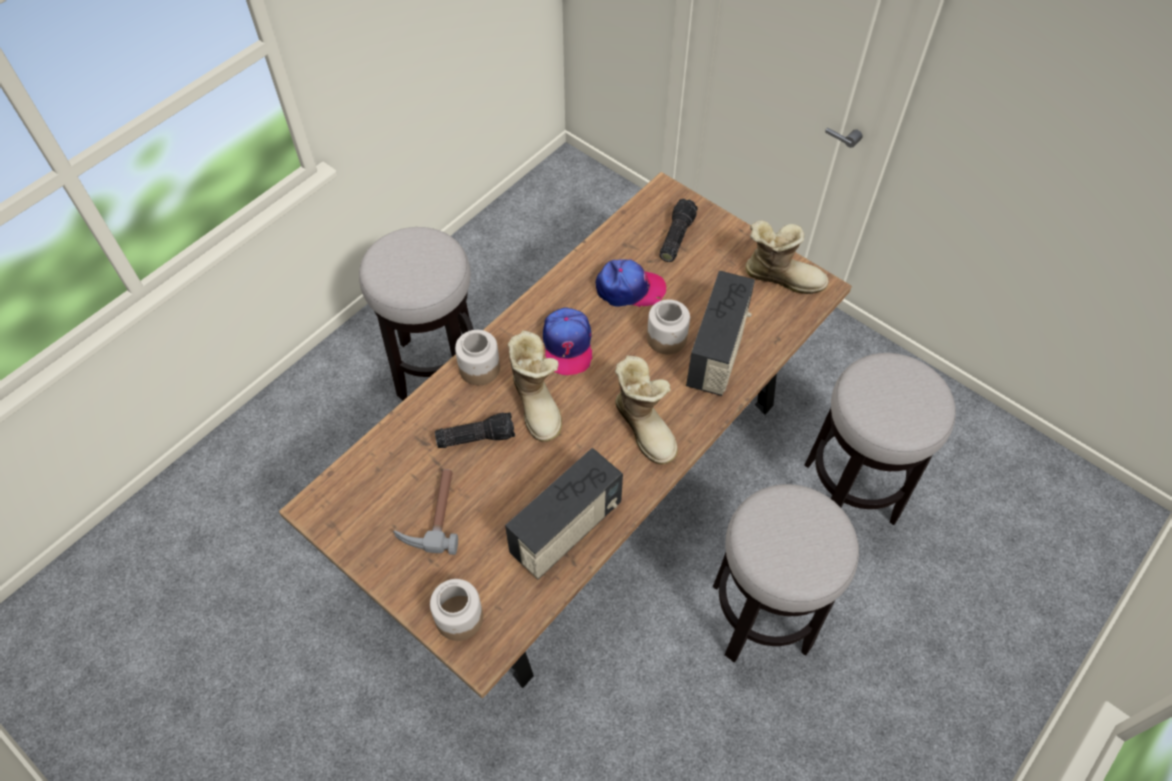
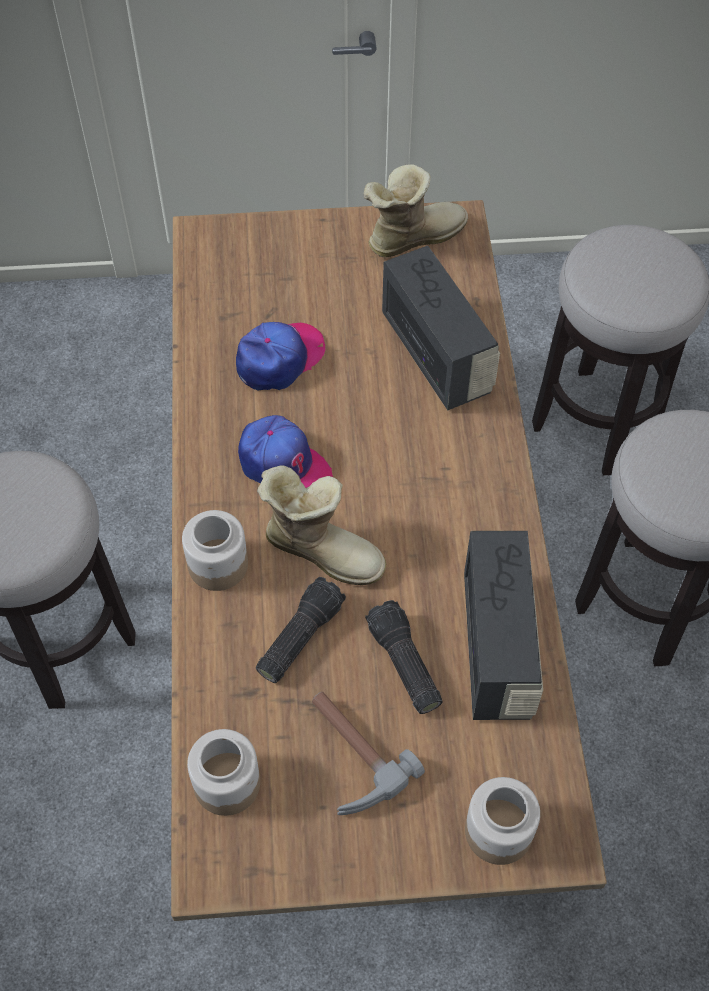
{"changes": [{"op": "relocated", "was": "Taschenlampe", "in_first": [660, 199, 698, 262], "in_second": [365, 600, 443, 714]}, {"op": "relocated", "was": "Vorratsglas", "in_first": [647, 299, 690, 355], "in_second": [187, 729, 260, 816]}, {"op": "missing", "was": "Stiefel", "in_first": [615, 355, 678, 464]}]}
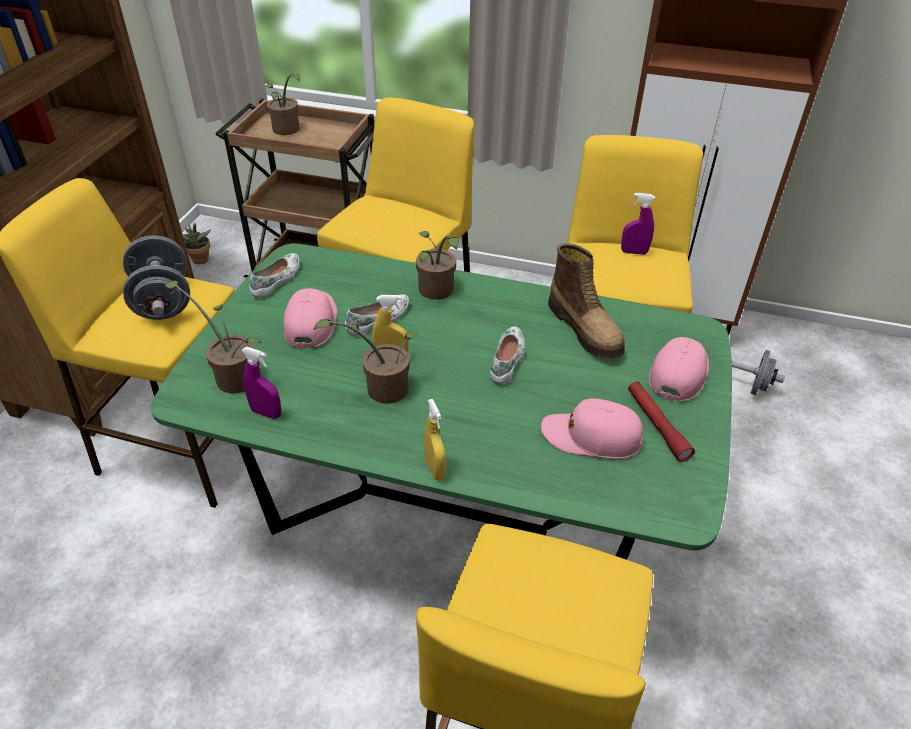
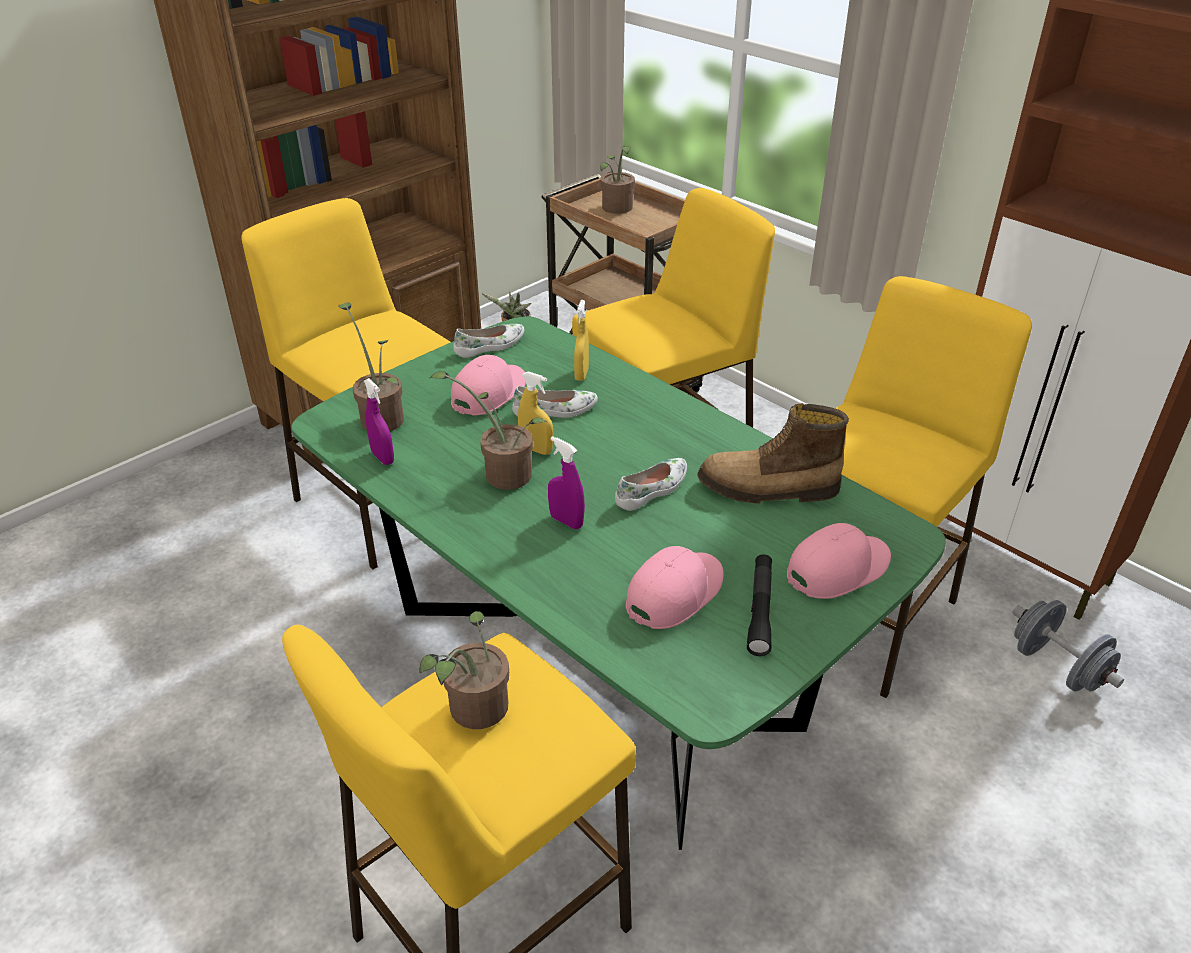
{"changes": [{"op": "relocated", "was": "Sprühflasche/lila", "in_first": [621, 193, 655, 255], "in_second": [548, 436, 585, 529]}, {"op": "relocated", "was": "Topfpflanze", "in_first": [416, 231, 459, 300], "in_second": [420, 611, 509, 729]}, {"op": "missing", "was": "Hantel/grau", "in_first": [123, 236, 190, 320]}, {"op": "spun", "was": "Stiefel", "in_first": [548, 243, 625, 359], "in_second": [698, 403, 849, 504], "clockwise": 90}, {"op": "colour", "was": "Taschenlampe/rot", "now": "Taschenlampe/schwarz", "in_first": [628, 381, 695, 462], "in_second": [747, 554, 772, 656]}, {"op": "spun", "was": "Kappe/rosa", "in_first": [541, 398, 643, 459], "in_second": [626, 546, 724, 629], "clockwise": 90}, {"op": "relocated", "was": "Sprühflasche/gelb", "in_first": [424, 399, 446, 481], "in_second": [574, 300, 589, 381]}]}
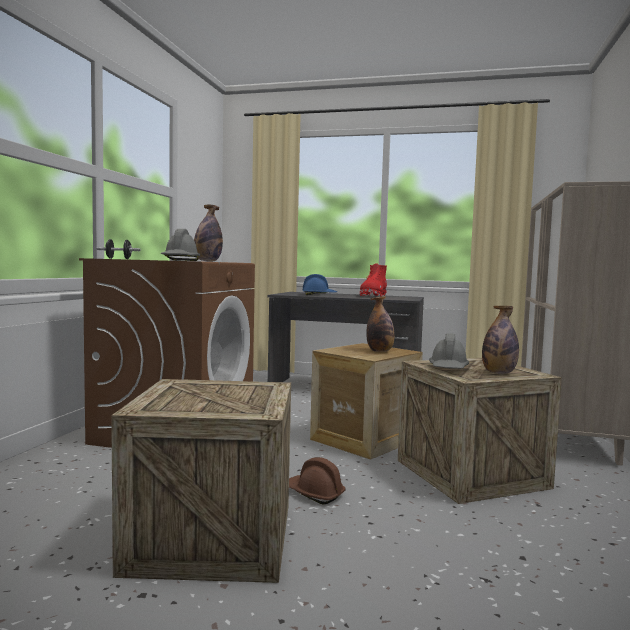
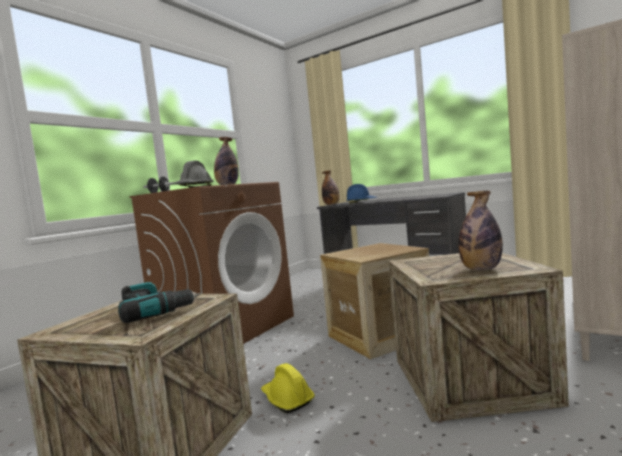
{"changes": [{"op": "missing", "was": "Stiefel/rot", "in_first": [360, 263, 387, 297]}, {"op": "relocated", "was": "Flasche", "in_first": [366, 296, 395, 352], "in_second": [322, 170, 339, 205]}, {"op": "missing", "was": "Schutzhelm/grau", "in_first": [429, 333, 469, 369]}, {"op": "colour", "was": "Schutzhelm/braun", "now": "Schutzhelm/gelb", "in_first": [289, 457, 346, 505], "in_second": [261, 363, 315, 413]}, {"op": "appeared", "now": "Bohrmaschine", "in_second": [118, 282, 200, 323]}]}
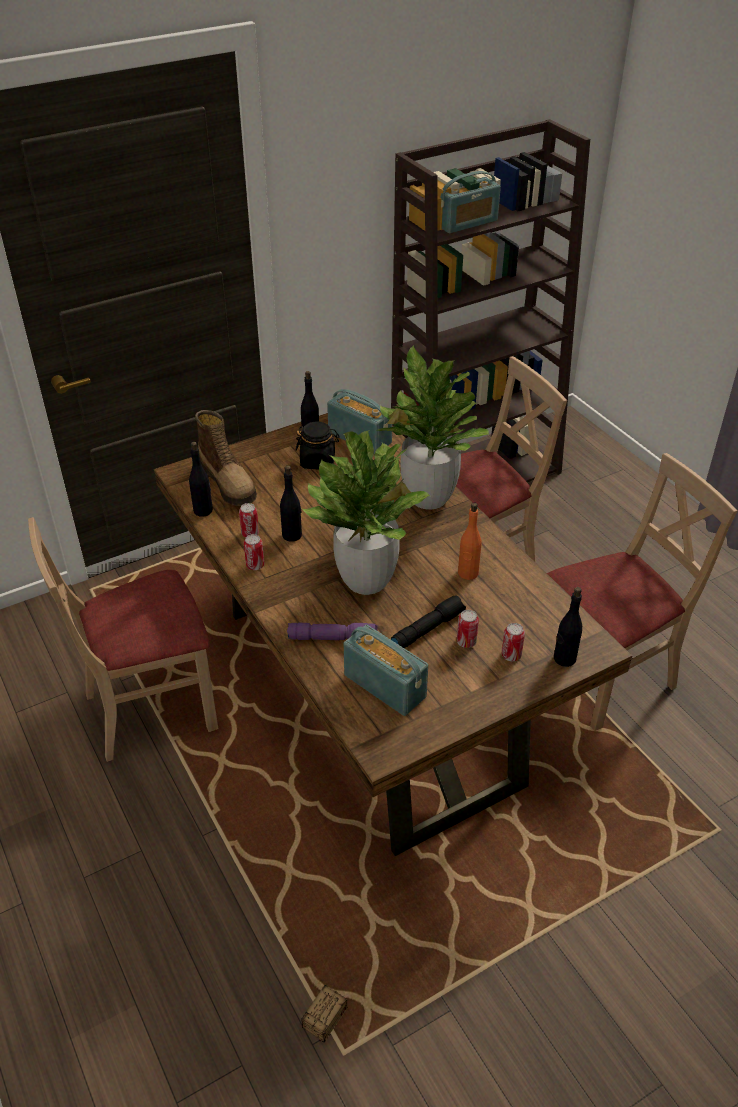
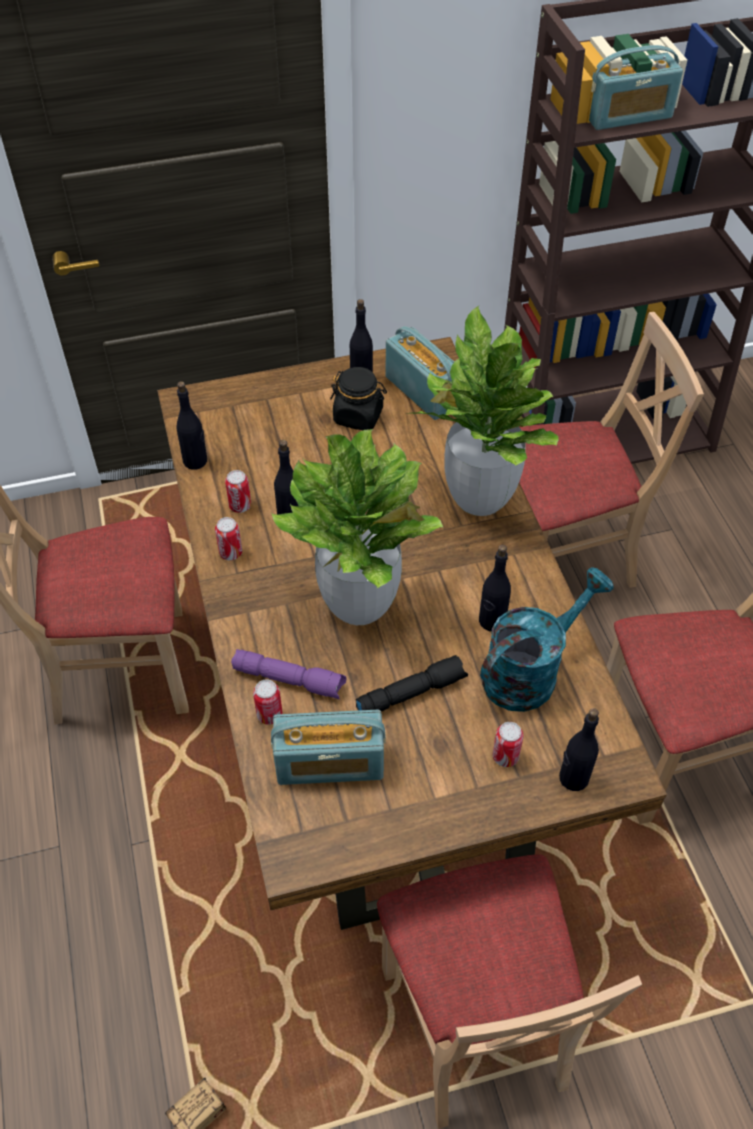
{"changes": [{"op": "missing", "was": "Stiefel", "in_first": [195, 410, 257, 506]}, {"op": "colour", "was": "Flasche/orange", "now": "Flasche/schwarz", "in_first": [458, 502, 482, 580], "in_second": [479, 545, 511, 631]}, {"op": "relocated", "was": "Dose", "in_first": [457, 610, 479, 648], "in_second": [253, 679, 282, 725]}, {"op": "spun", "was": "Radio", "in_first": [344, 625, 428, 716], "in_second": [271, 710, 386, 785], "clockwise": 120}, {"op": "appeared", "now": "Gießkanne/türkis", "in_second": [480, 567, 614, 712]}, {"op": "appeared", "now": "Stuhl/beige", "in_second": [377, 854, 642, 1129]}]}
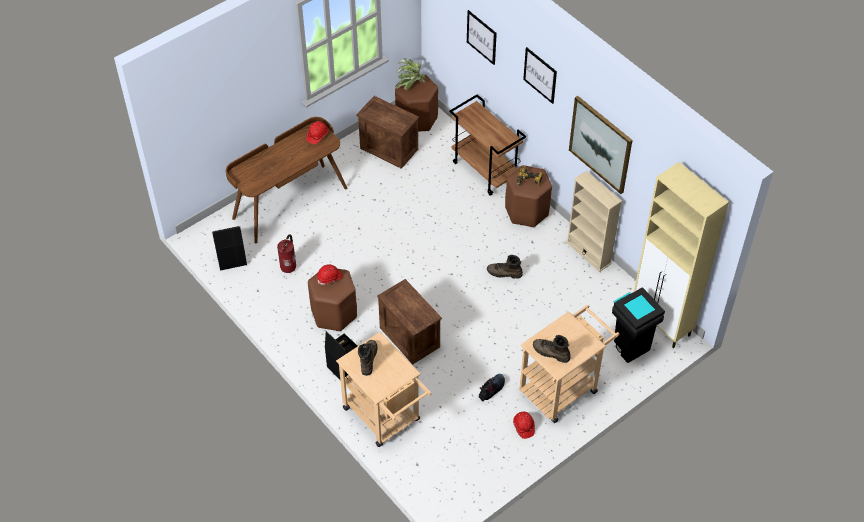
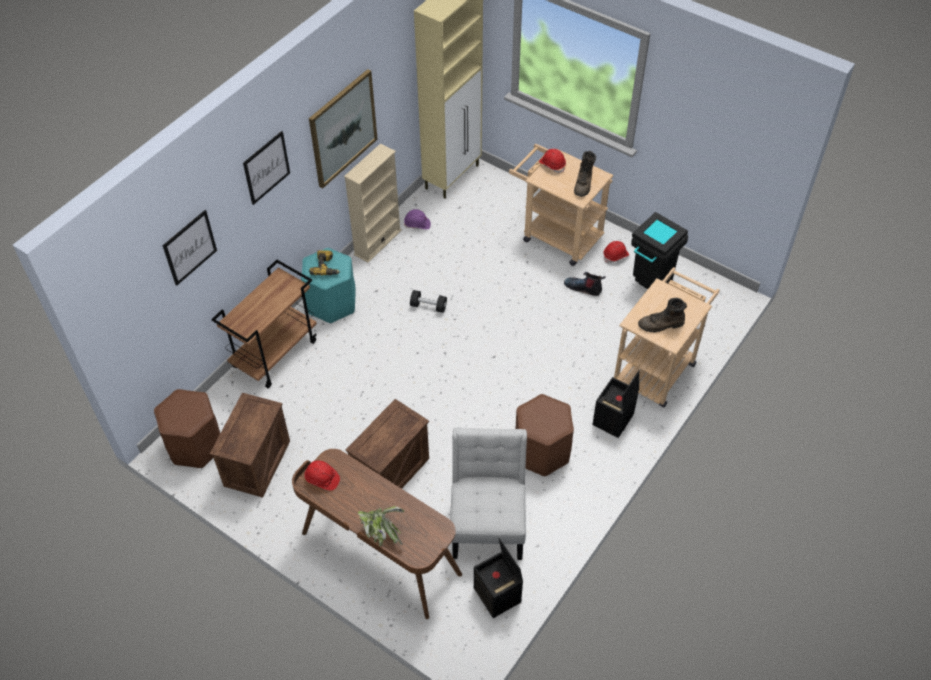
{"changes": [{"op": "relocated", "was": "Topfpflanze", "in_first": [395, 58, 425, 90], "in_second": [358, 506, 404, 547]}, {"op": "colour", "was": "Hocker/braun", "now": "Hocker/türkis", "in_first": [505, 165, 552, 228], "in_second": [301, 248, 356, 324]}, {"op": "exchanged", "was": "Feuerlöscher", "now": "Stuhl/weiß", "in_first": [277, 234, 296, 273], "in_second": [450, 428, 527, 560]}, {"op": "exchanged", "was": "Stiefel/braun", "now": "Hantel/schwarz", "in_first": [487, 255, 523, 279], "in_second": [410, 290, 447, 313]}, {"op": "relocated", "was": "Schutzhelm/rot", "in_first": [317, 264, 343, 285], "in_second": [539, 149, 566, 173]}, {"op": "relocated", "was": "Kiste", "in_first": [377, 279, 442, 364], "in_second": [346, 399, 429, 489]}, {"op": "relocated", "was": "Mülleimer/schwarz", "in_first": [612, 287, 665, 363], "in_second": [631, 212, 688, 289]}, {"op": "appeared", "now": "Schutzhelm/lila", "in_second": [404, 209, 431, 229]}]}
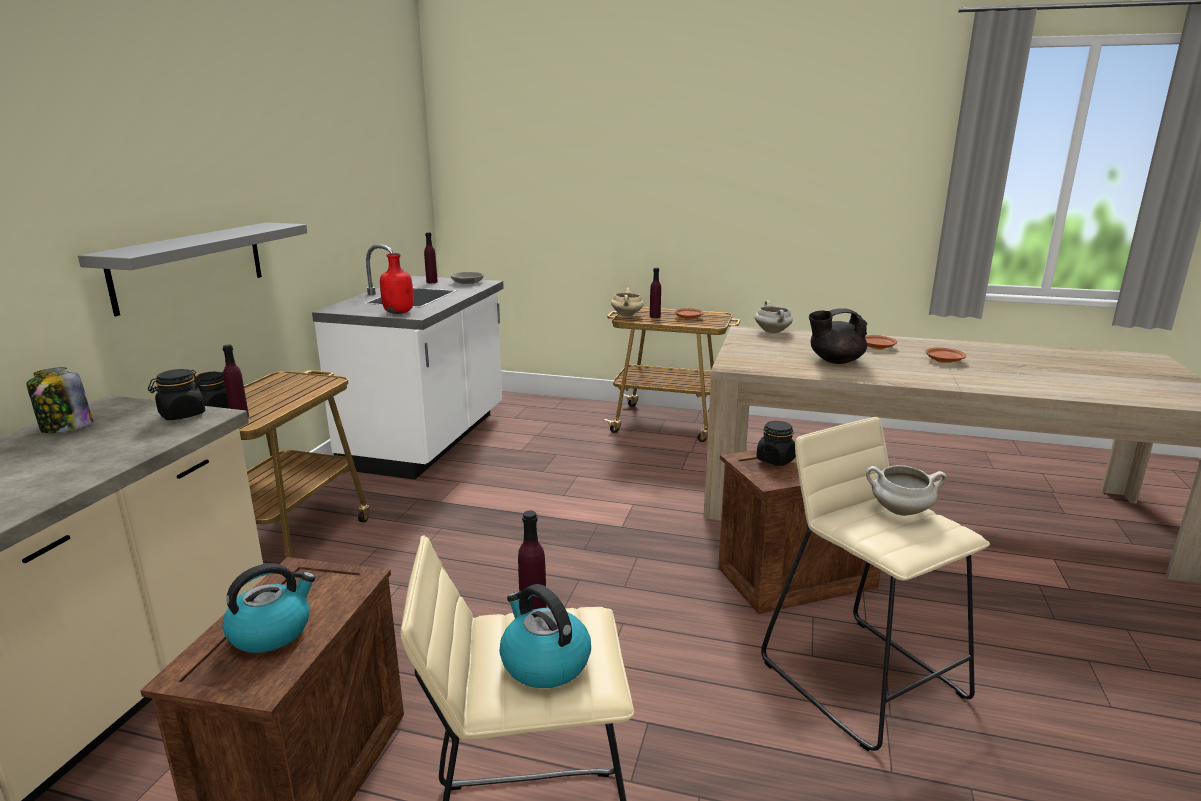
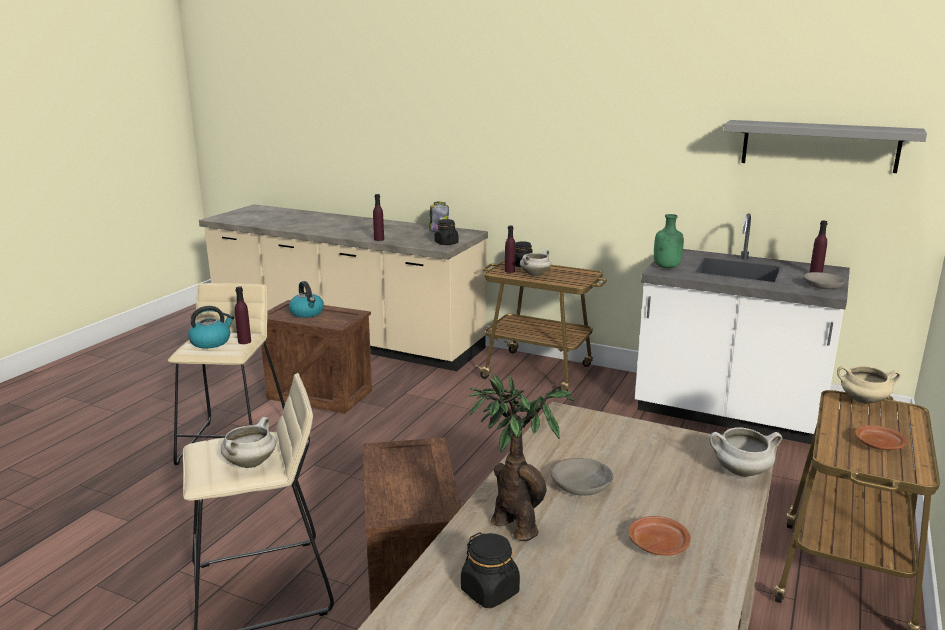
{"changes": [{"op": "relocated", "was": "Wandregal/grau", "in_first": [78, 223, 307, 316], "in_second": [723, 120, 927, 173]}, {"op": "colour", "was": "Flasche/rot", "now": "Flasche/grün", "in_first": [380, 253, 413, 314], "in_second": [654, 214, 684, 268]}, {"op": "relocated", "was": "Flasche/lila", "in_first": [650, 268, 661, 318], "in_second": [373, 194, 384, 241]}, {"op": "exchanged", "was": "Teekanne/schwarz", "now": "Schüssel/grau", "in_first": [809, 308, 867, 364], "in_second": [551, 458, 613, 495]}, {"op": "missing", "was": "Teller/braun", "in_first": [925, 348, 966, 363]}, {"op": "relocated", "was": "Vorratsglas/schwarz", "in_first": [756, 421, 796, 466], "in_second": [461, 532, 520, 608]}, {"op": "appeared", "now": "Kochtopf/weiß", "in_second": [520, 250, 551, 276]}, {"op": "appeared", "now": "Topfpflanze", "in_second": [470, 374, 574, 541]}]}
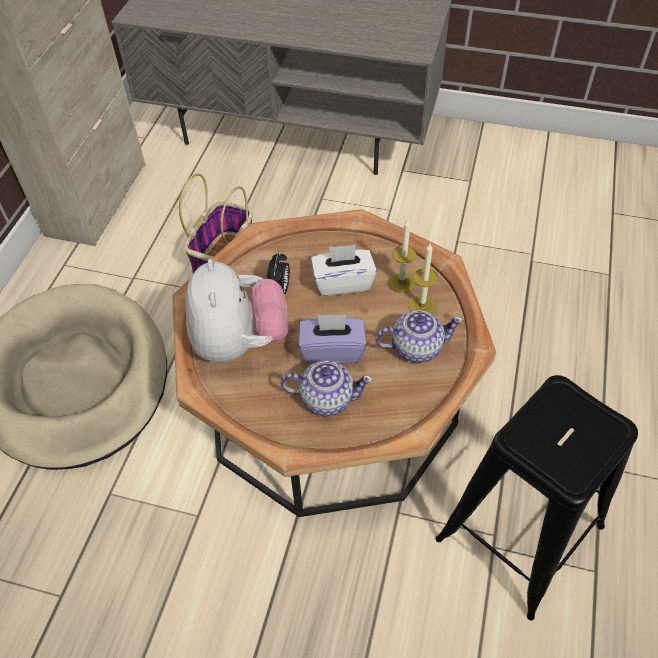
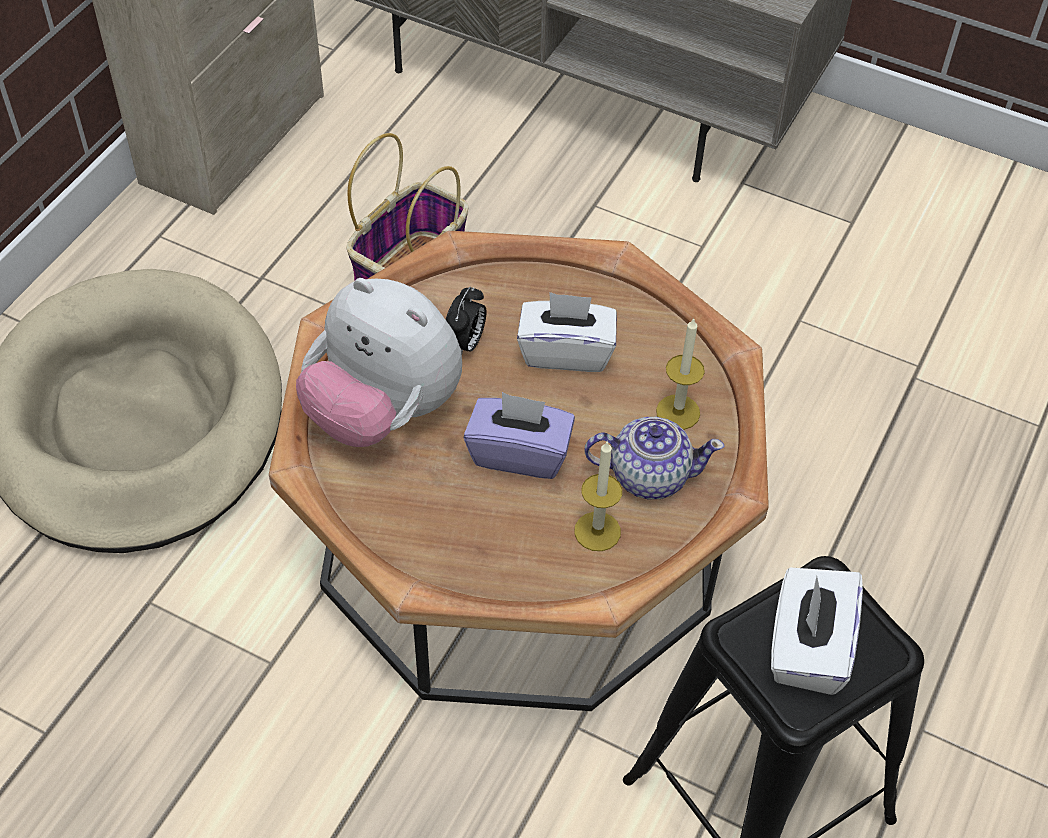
{"changes": [{"op": "relocated", "was": "Kerze", "in_first": [388, 219, 416, 293], "in_second": [574, 442, 622, 551]}, {"op": "spun", "was": "Plüschtier", "in_first": [186, 259, 288, 363], "in_second": [296, 278, 462, 447], "clockwise": 120}, {"op": "missing", "was": "Teekanne", "in_first": [281, 360, 373, 416]}, {"op": "appeared", "now": "Taschentuchbox/weiß", "in_second": [771, 567, 863, 695]}]}
